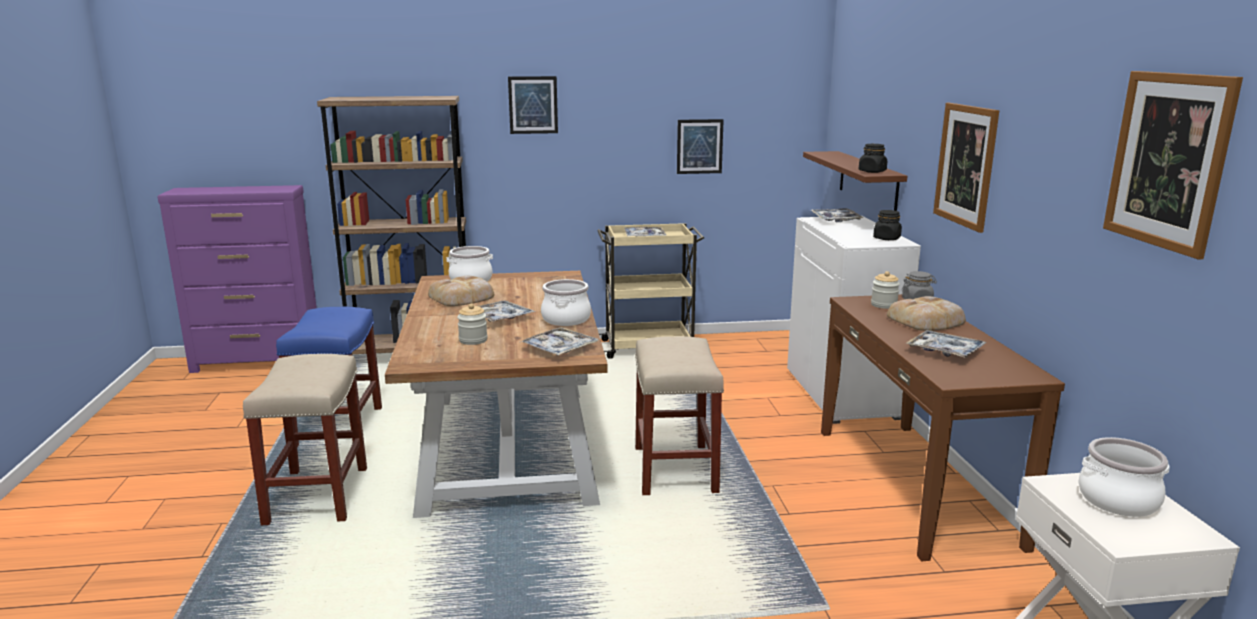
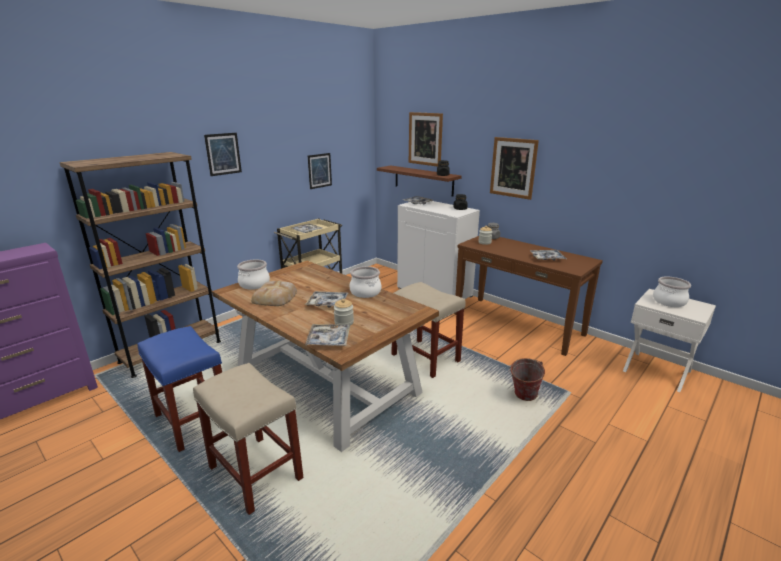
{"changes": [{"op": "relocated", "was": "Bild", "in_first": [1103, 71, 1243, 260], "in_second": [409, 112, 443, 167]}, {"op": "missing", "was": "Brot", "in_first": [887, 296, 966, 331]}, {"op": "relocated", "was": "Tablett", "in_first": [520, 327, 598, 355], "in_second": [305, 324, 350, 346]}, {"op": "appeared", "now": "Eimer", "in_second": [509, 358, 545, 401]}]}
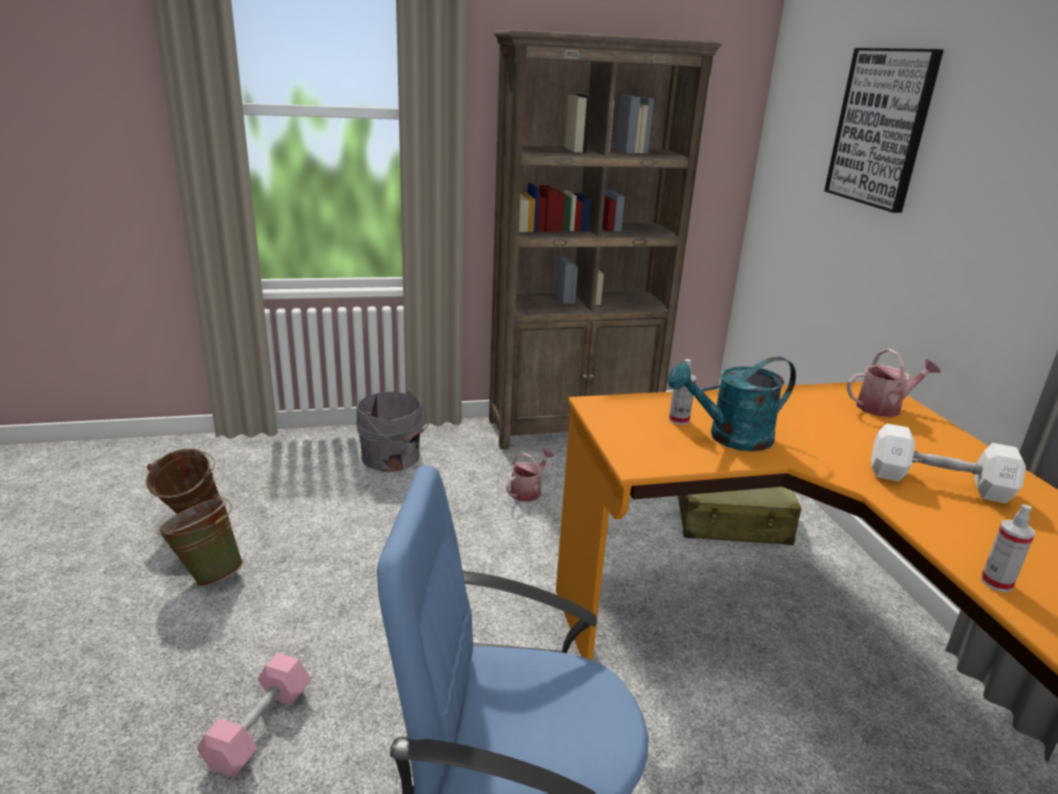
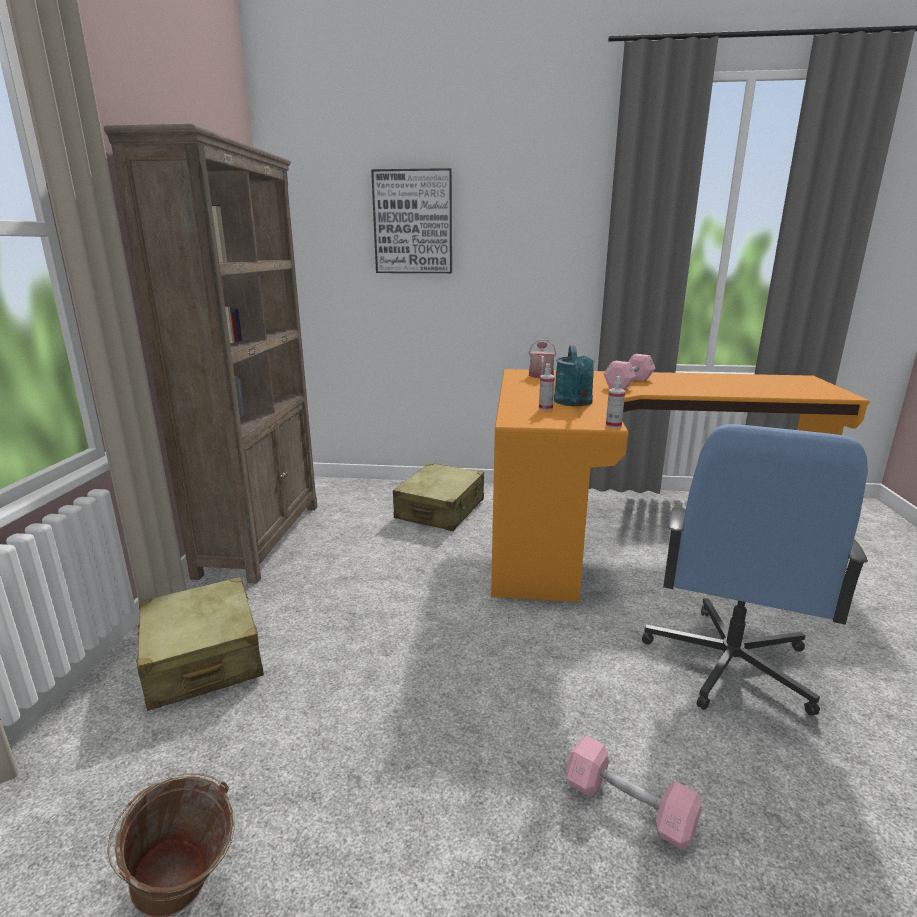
{"changes": [{"op": "exchanged", "was": "Eimer/grau", "now": "Koffer/beige", "in_first": [356, 391, 429, 472], "in_second": [136, 577, 264, 711]}, {"op": "colour", "was": "Hantel/weiß", "now": "Hantel/rosa", "in_first": [871, 423, 1026, 504], "in_second": [604, 354, 656, 389]}, {"op": "missing", "was": "Gießkanne", "in_first": [506, 449, 555, 502]}, {"op": "missing", "was": "Eimer/grün", "in_first": [157, 494, 243, 586]}, {"op": "relocated", "was": "Sprühflasche", "in_first": [981, 504, 1035, 592], "in_second": [606, 376, 625, 428]}]}
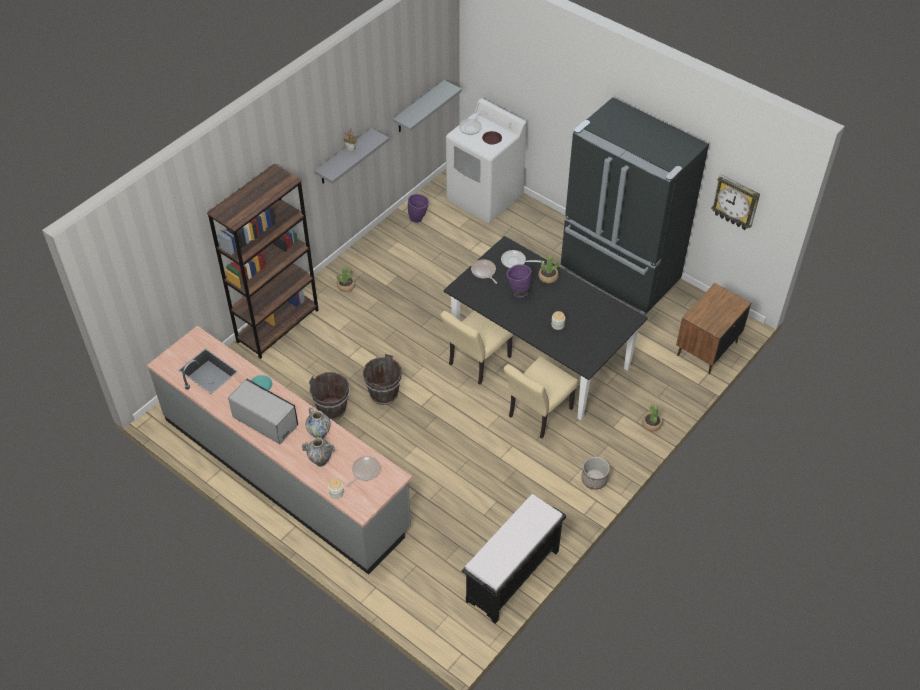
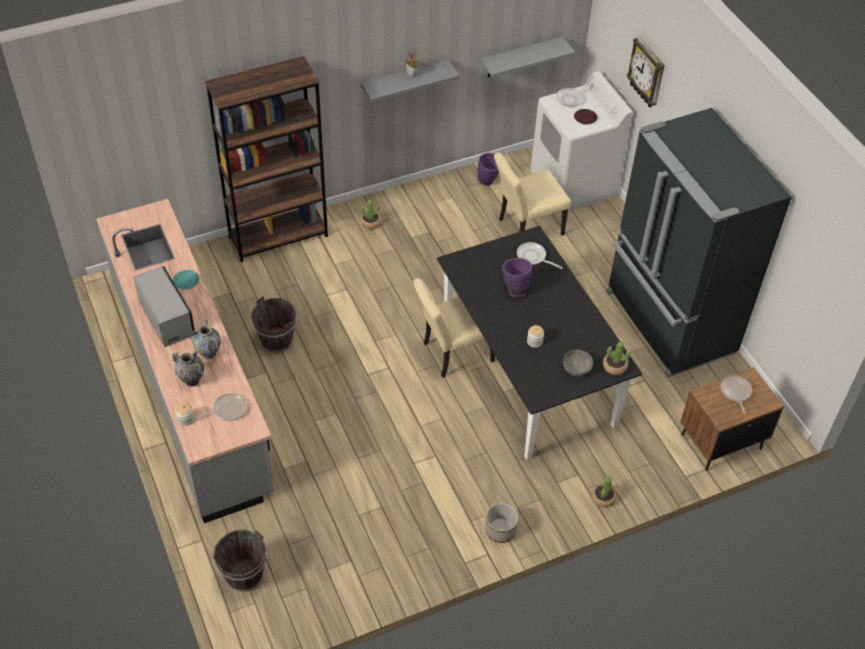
{"changes": [{"op": "relocated", "was": "Wanduhr", "in_first": [711, 175, 760, 230], "in_second": [627, 36, 665, 107]}, {"op": "relocated", "was": "Topfpflanze", "in_first": [538, 255, 559, 283], "in_second": [603, 341, 630, 375]}, {"op": "relocated", "was": "Pfanne", "in_first": [471, 259, 497, 284], "in_second": [721, 375, 752, 413]}, {"op": "relocated", "was": "Eimer/braun", "in_first": [363, 354, 402, 405], "in_second": [213, 530, 267, 592]}, {"op": "relocated", "was": "Stuhl/beige", "in_first": [504, 356, 578, 438], "in_second": [494, 153, 571, 236]}, {"op": "missing", "was": "Bank/schwarz", "in_first": [462, 494, 566, 624]}, {"op": "appeared", "now": "Schüssel/grau", "in_second": [563, 349, 593, 377]}]}
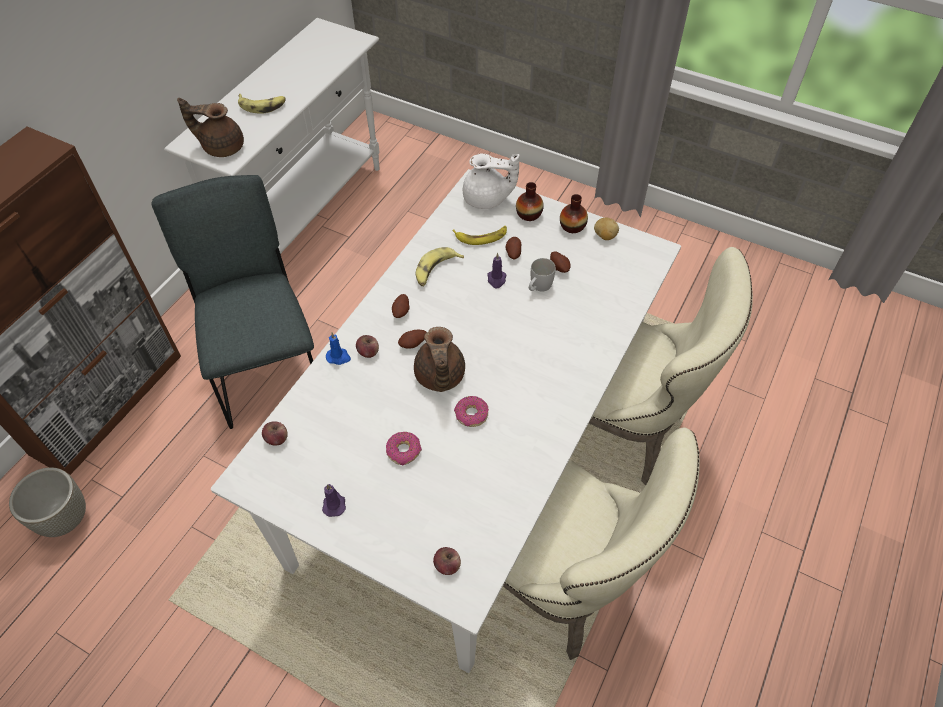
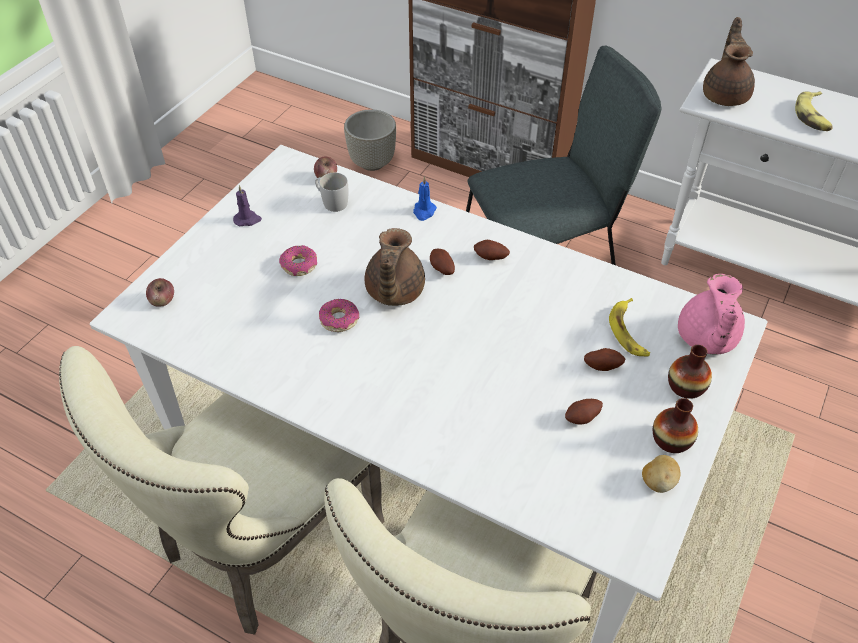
{"changes": [{"op": "colour", "was": "Teekanne/weiß", "now": "Teekanne/rosa", "in_first": [463, 153, 520, 209], "in_second": [678, 274, 745, 354]}, {"op": "missing", "was": "Banane", "in_first": [416, 247, 464, 286]}, {"op": "missing", "was": "Kerze/lila", "in_first": [487, 253, 506, 289]}, {"op": "relocated", "was": "Henkelbecher/weiß", "in_first": [529, 258, 556, 292], "in_second": [315, 173, 348, 212]}, {"op": "spun", "was": "Teekanne/braun", "in_first": [414, 327, 465, 392], "in_second": [365, 228, 425, 306], "clockwise": -75}, {"op": "missing", "was": "Apfel", "in_first": [356, 335, 379, 358]}]}
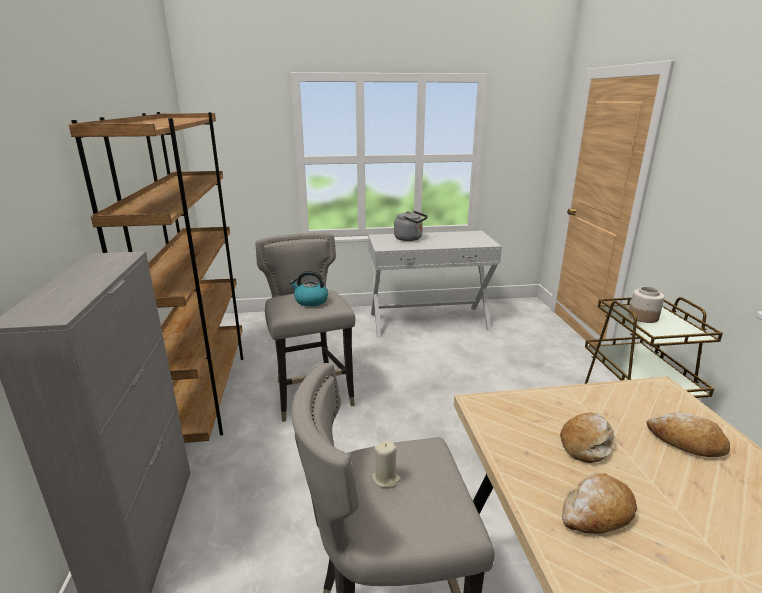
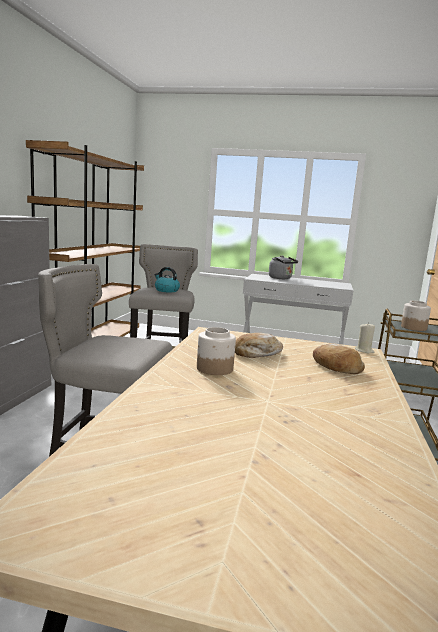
{"changes": [{"op": "relocated", "was": "Kerze/beige", "in_first": [372, 441, 401, 488], "in_second": [355, 322, 375, 354]}, {"op": "exchanged", "was": "Brot", "now": "Vorratsglas", "in_first": [562, 473, 637, 534], "in_second": [197, 327, 236, 375]}]}
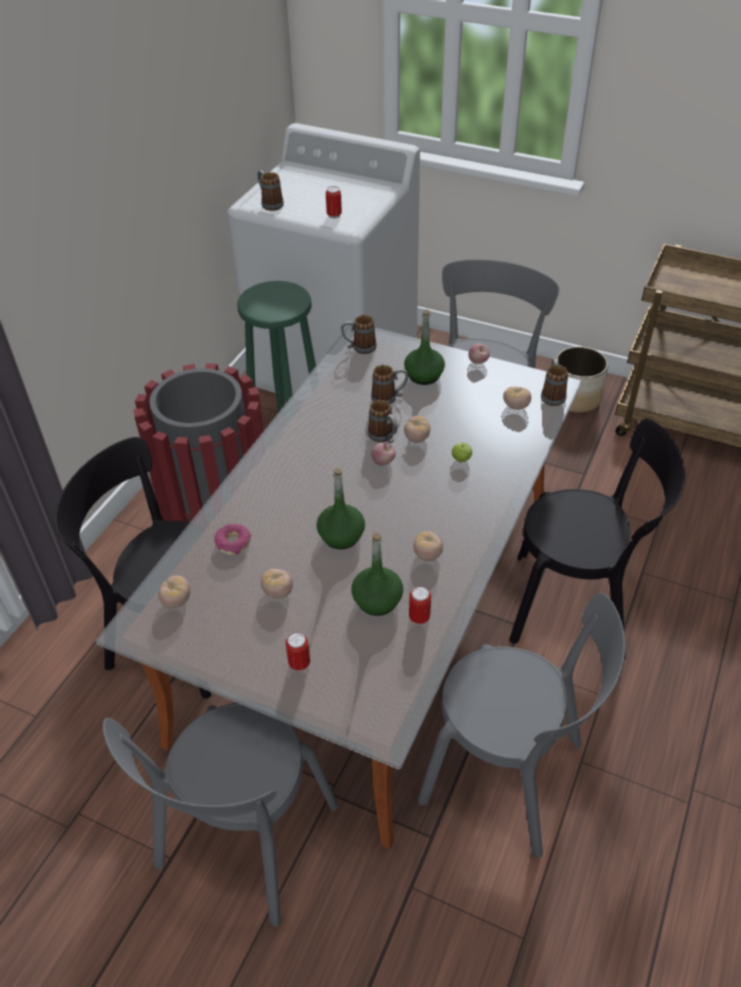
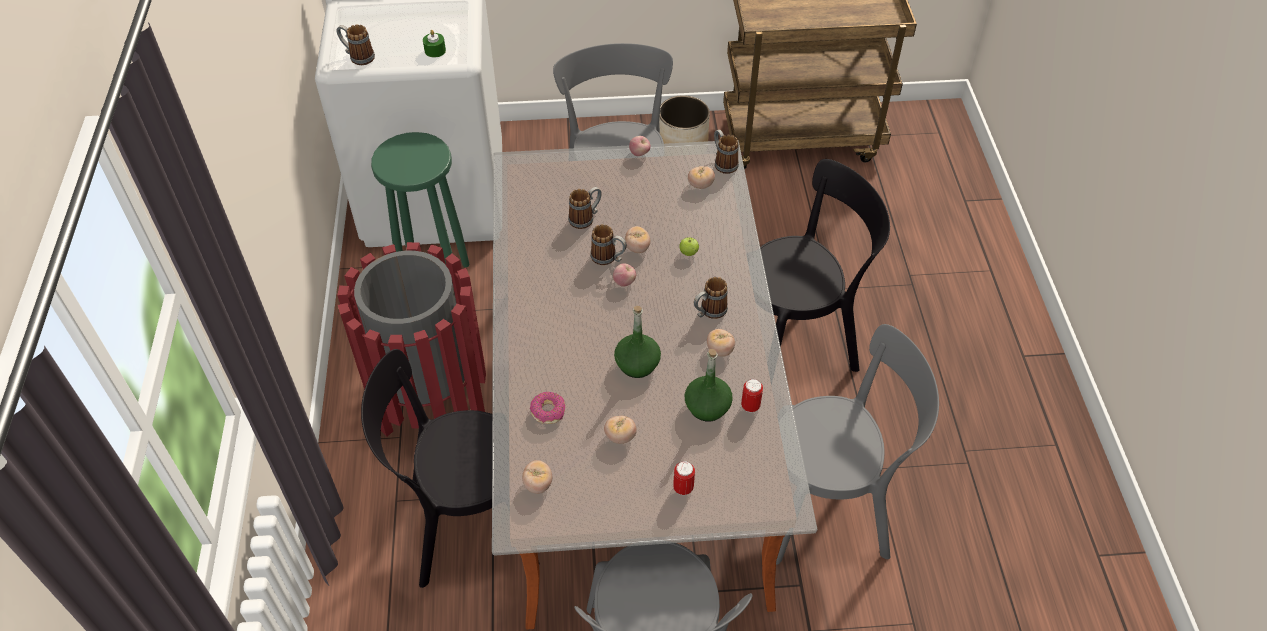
{"changes": [{"op": "exchanged", "was": "Dose", "now": "Kerze/grün", "in_first": [326, 186, 342, 219], "in_second": [423, 30, 446, 57]}, {"op": "missing", "was": "Flasche/grün", "in_first": [404, 309, 445, 385]}, {"op": "relocated", "was": "Henkelbecher", "in_first": [341, 315, 377, 354], "in_second": [694, 277, 728, 319]}]}
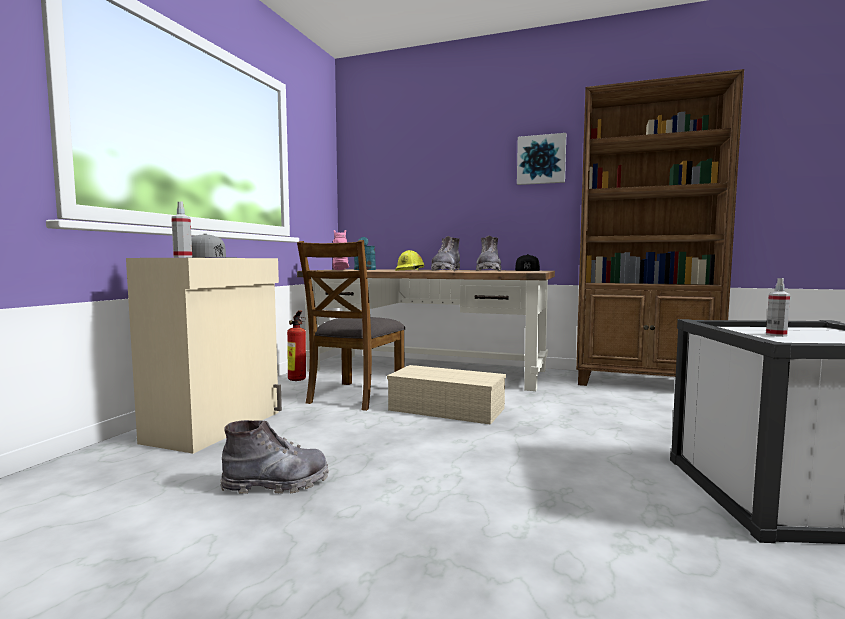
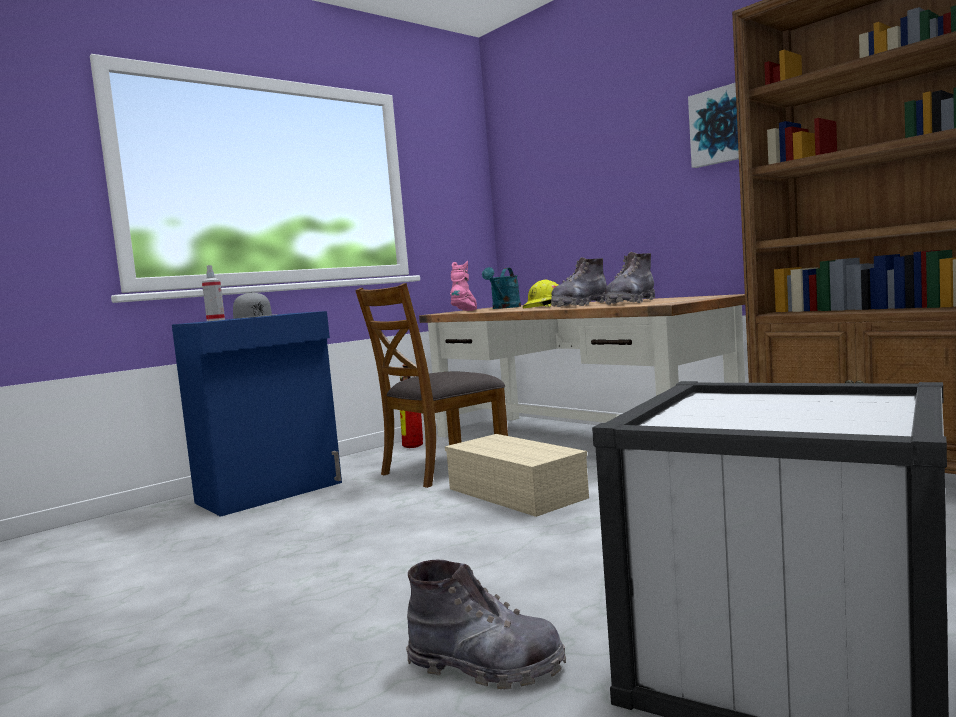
{"changes": [{"op": "missing", "was": "Kappe/schwarz", "in_first": [515, 254, 540, 271]}, {"op": "colour", "was": "Schrank/beige", "now": "Schrank/blau", "in_first": [126, 258, 282, 454], "in_second": [172, 311, 342, 517]}, {"op": "missing", "was": "Sprühflasche", "in_first": [766, 278, 790, 337]}, {"op": "relocated", "was": "Stiefel/grau", "in_first": [220, 420, 329, 494], "in_second": [406, 560, 566, 690]}]}
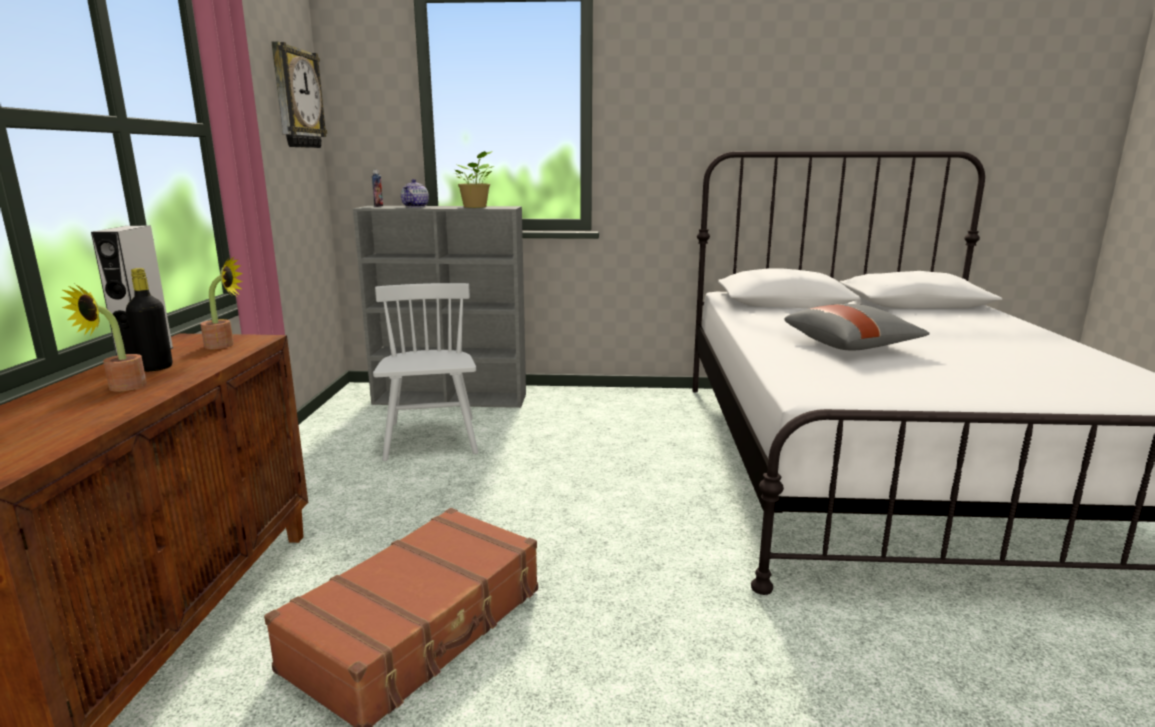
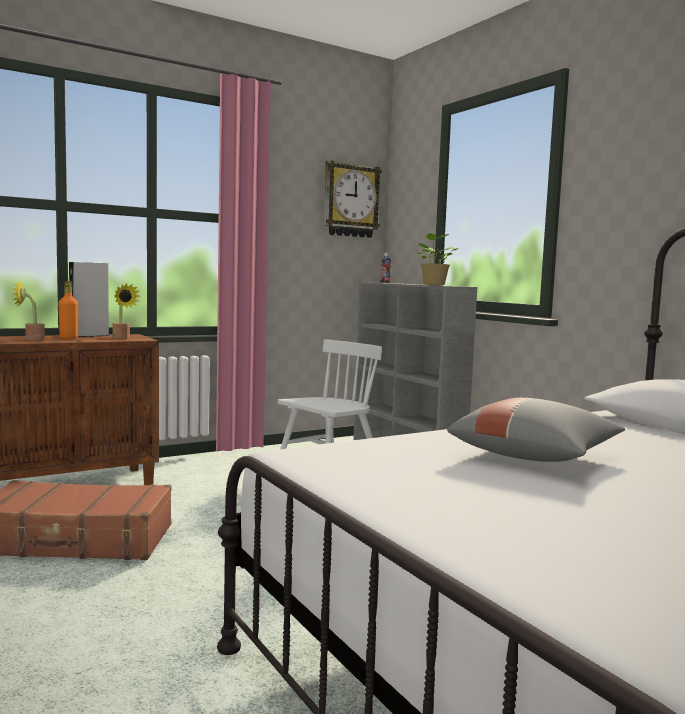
{"changes": [{"op": "missing", "was": "Teekanne", "in_first": [401, 179, 429, 208]}, {"op": "colour", "was": "Flasche/schwarz", "now": "Flasche/orange", "in_first": [126, 268, 172, 372], "in_second": [58, 281, 78, 339]}]}
